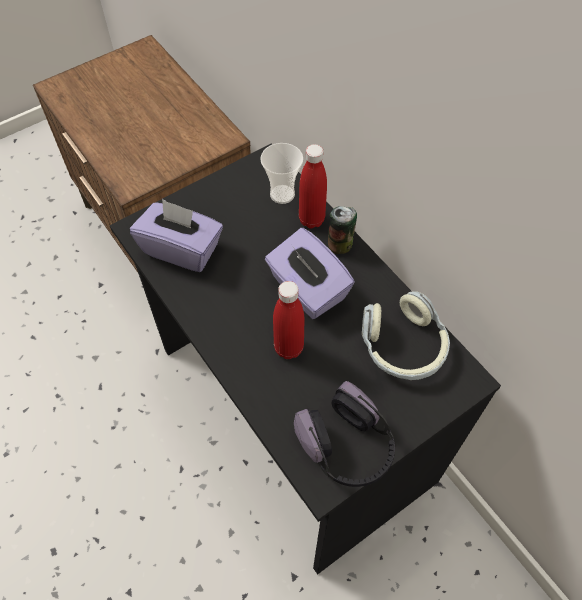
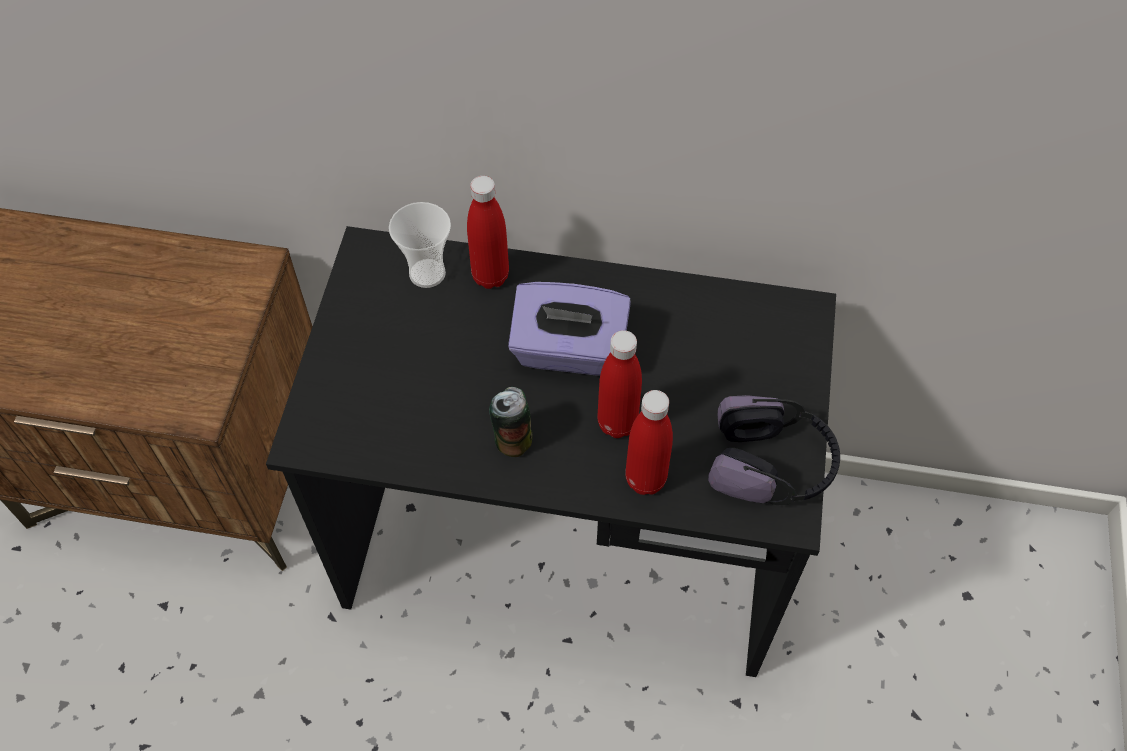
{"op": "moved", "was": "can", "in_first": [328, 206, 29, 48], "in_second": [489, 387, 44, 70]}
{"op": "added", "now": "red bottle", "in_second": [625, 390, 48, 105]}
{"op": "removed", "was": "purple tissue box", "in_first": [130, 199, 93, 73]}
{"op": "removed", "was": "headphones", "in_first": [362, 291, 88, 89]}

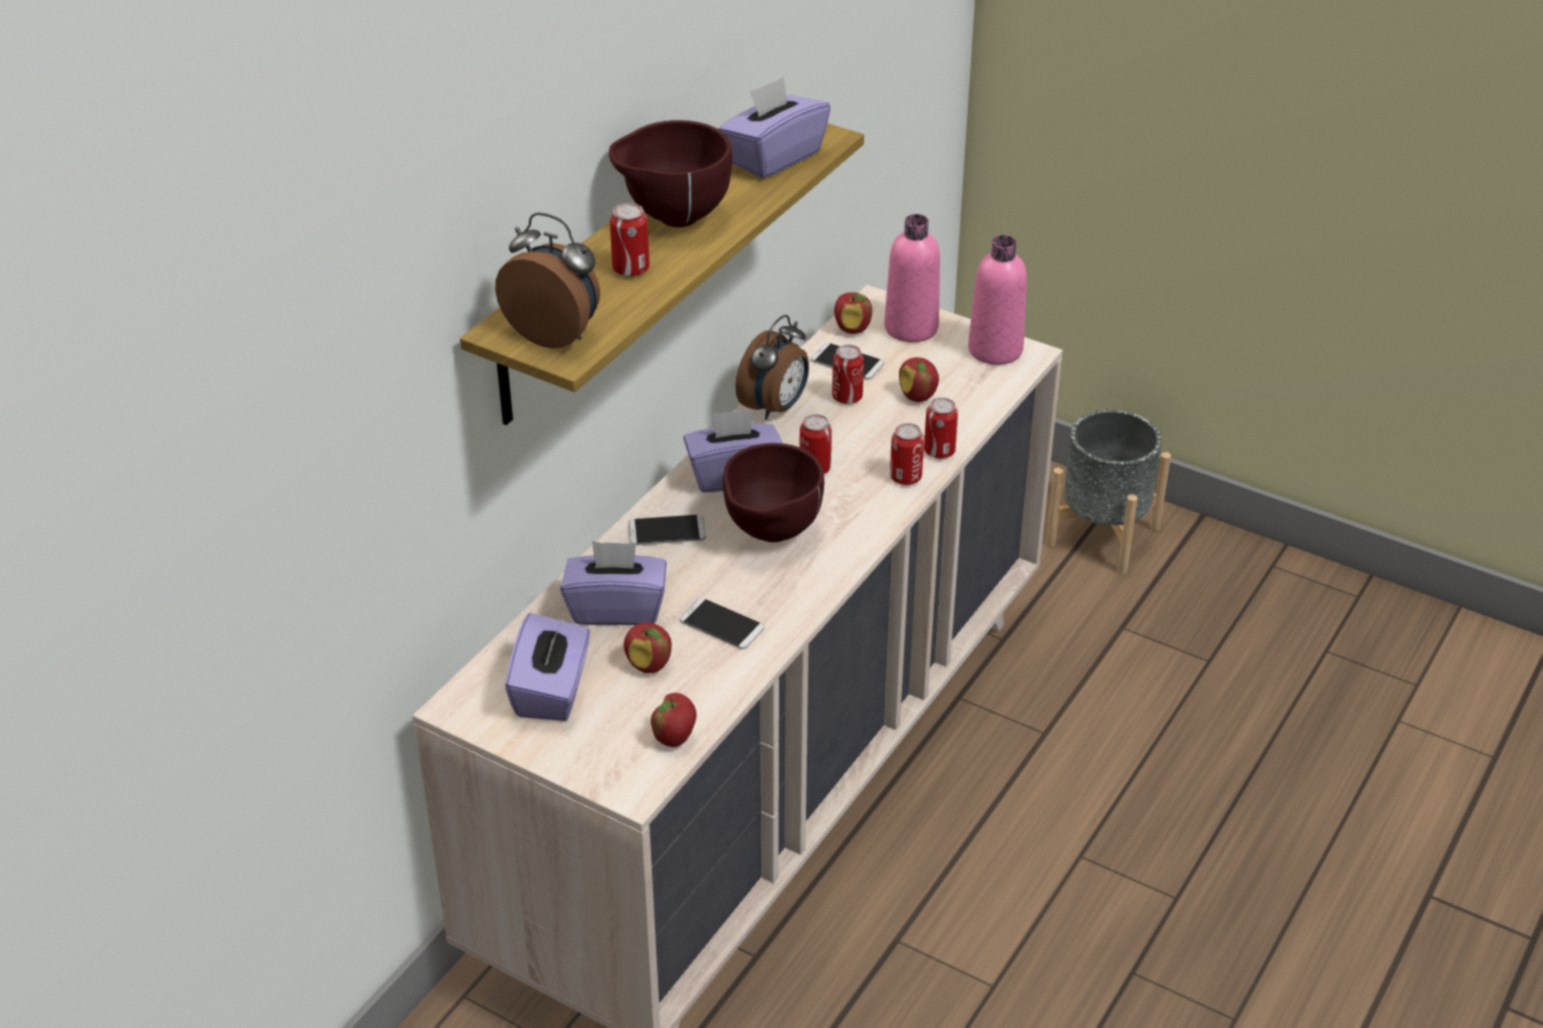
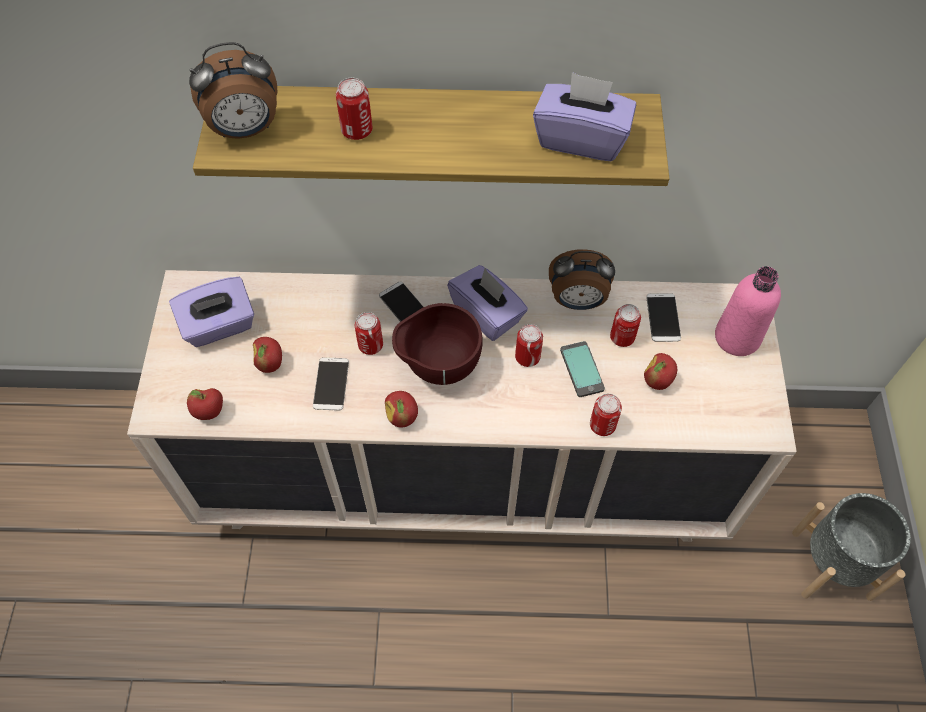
{"op": "turned", "was": "alarm clock", "in_first": [495, 212, 105, 137], "in_second": [189, 42, 88, 97], "clockwise": 75}
{"op": "moved", "was": "can", "in_first": [890, 423, 34, 62], "in_second": [355, 312, 28, 43]}
{"op": "moved", "was": "apple", "in_first": [834, 292, 38, 42], "in_second": [385, 391, 33, 37]}
{"op": "added", "now": "phone", "in_second": [560, 341, 45, 56]}
{"op": "removed", "was": "purple tissue box", "in_first": [561, 541, 105, 84]}
{"op": "removed", "was": "brown bowl", "in_first": [609, 120, 123, 107]}
{"op": "removed", "was": "pink bottle", "in_first": [968, 235, 59, 130]}

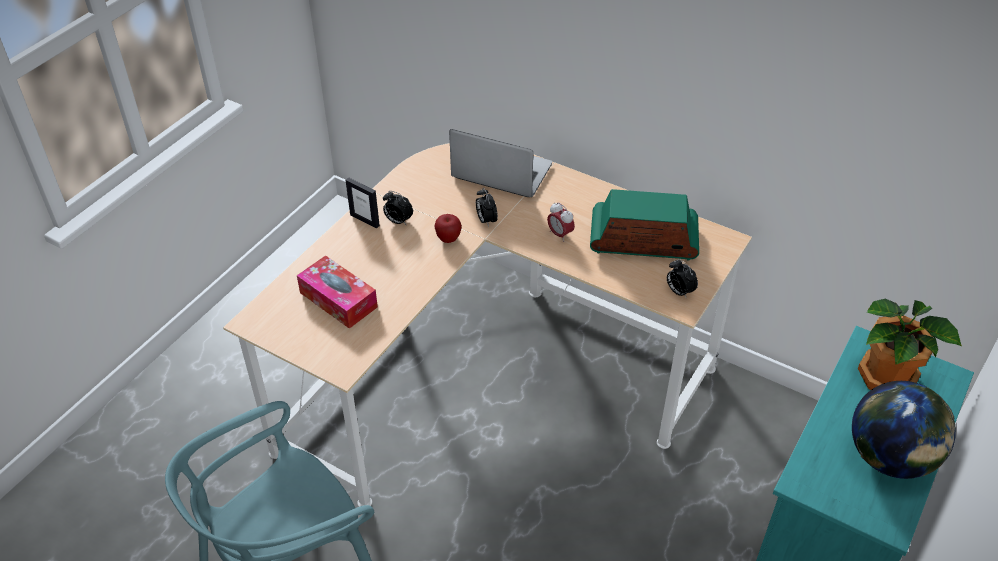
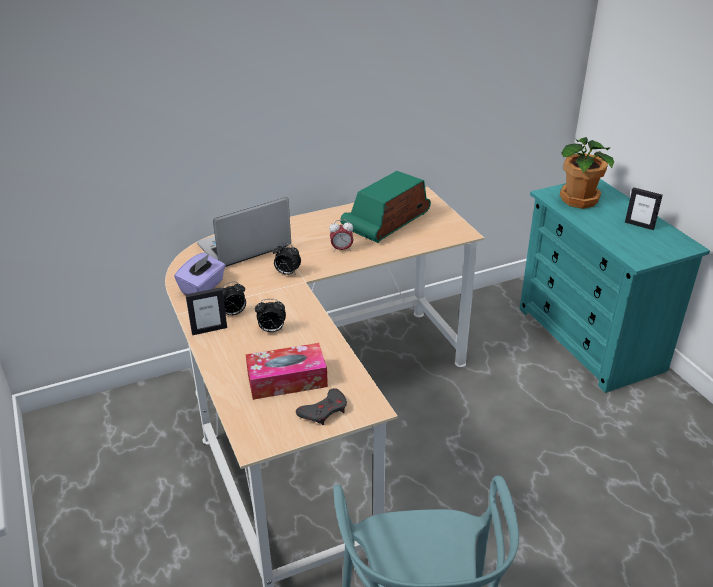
{"op": "added", "now": "purple tissue box", "in_second": [174, 252, 52, 42]}
{"op": "moved", "was": "alarm clock", "in_first": [667, 259, 31, 40], "in_second": [255, 299, 31, 33]}
{"op": "added", "now": "grey game controller", "in_second": [296, 388, 51, 37]}
{"op": "replaced", "was": "globe", "now": "picture frame", "in_first": [852, 381, 104, 98], "in_second": [625, 187, 38, 43]}
{"op": "removed", "was": "apple", "in_first": [434, 214, 28, 29]}

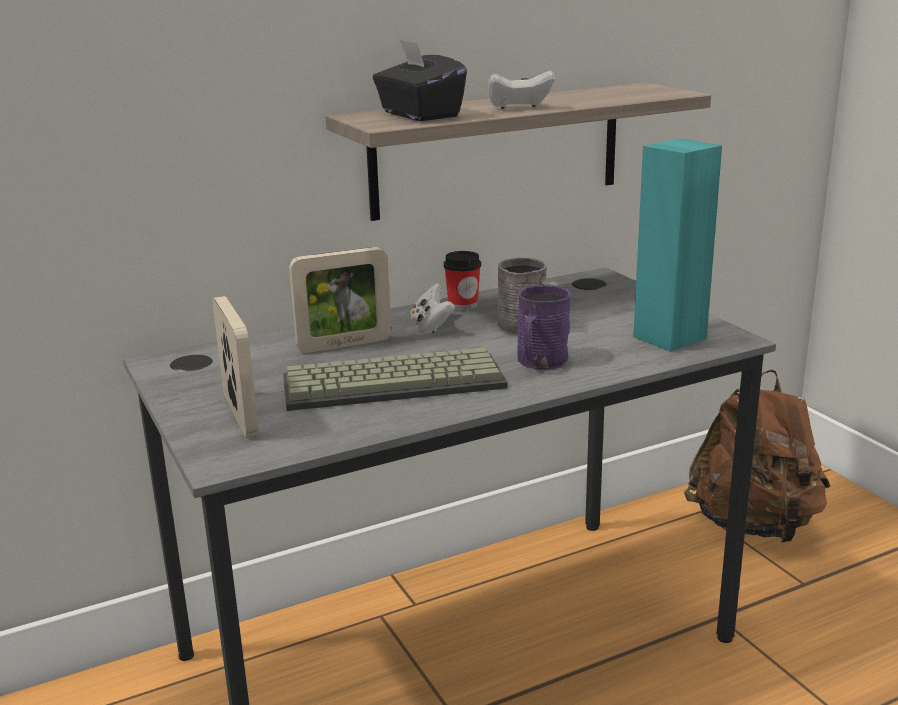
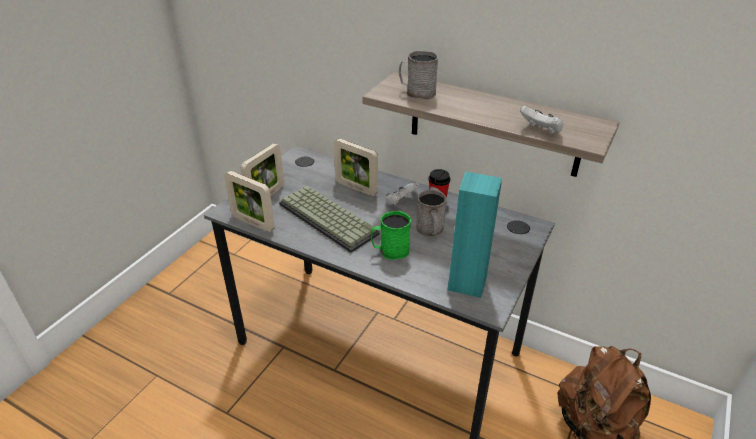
{"op": "added", "now": "picture frame", "in_second": [224, 171, 51, 61]}
{"op": "recoloured", "was": "purple mug", "now": "green mug", "in_first": [518, 285, 53, 84], "in_second": [371, 211, 41, 49]}
{"op": "replaced", "was": "black tissue box", "now": "grey mug", "in_first": [373, 39, 94, 82], "in_second": [399, 50, 39, 50]}
{"op": "moved", "was": "white game controller", "in_first": [488, 71, 67, 38], "in_second": [520, 106, 44, 28]}

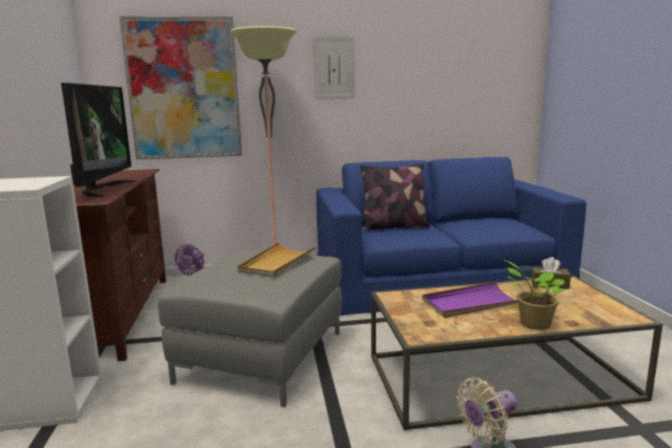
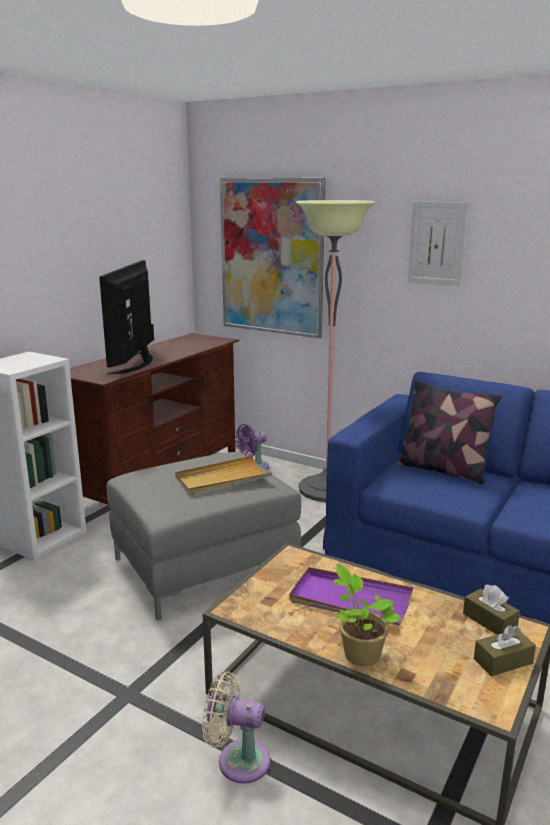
{"op": "turned", "was": "television", "in_first": [61, 83, 74, 114], "in_second": [99, 260, 55, 114], "clockwise": 150}
{"op": "added", "now": "brown tissue box", "in_second": [474, 625, 62, 51]}

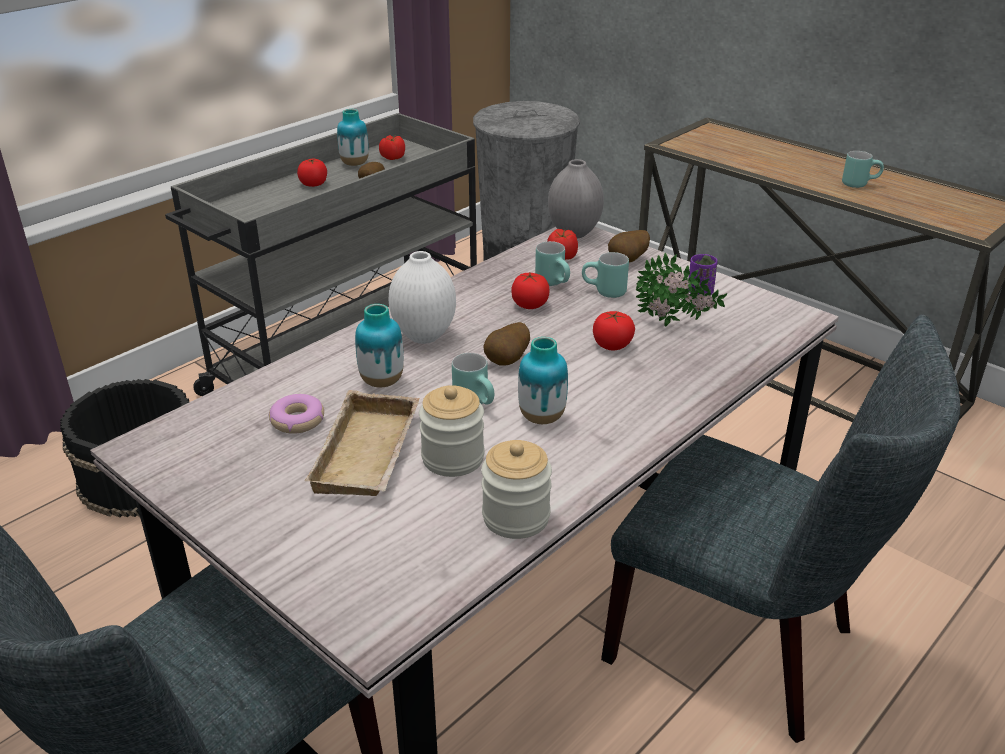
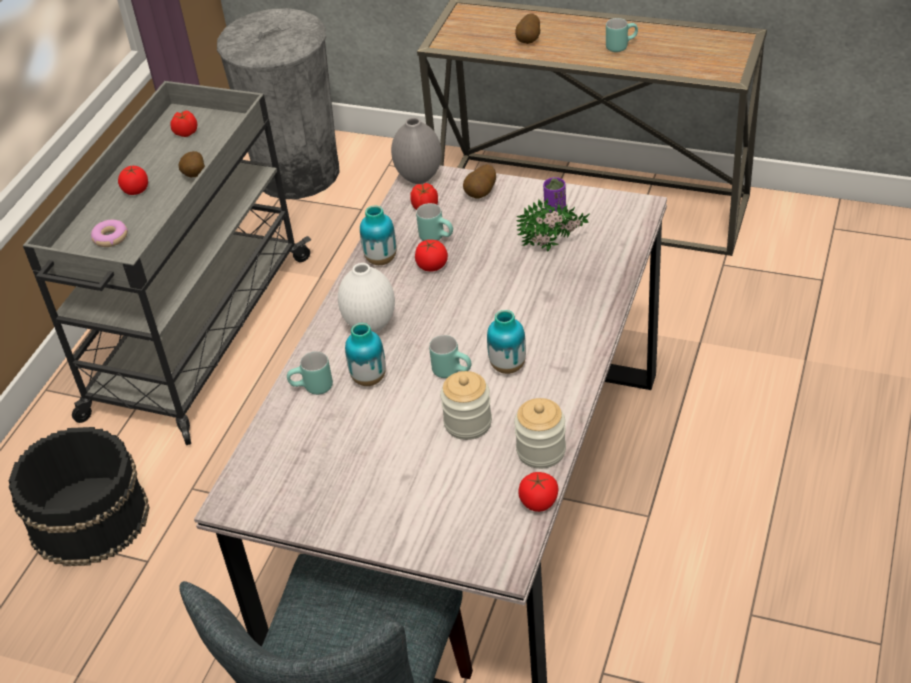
{"op": "moved", "was": "donut", "in_first": [269, 394, 55, 40], "in_second": [91, 220, 37, 27]}
{"op": "moved", "was": "turquoise mug", "in_first": [582, 252, 47, 46], "in_second": [287, 351, 46, 44]}
{"op": "moved", "was": "vase", "in_first": [337, 109, 32, 57], "in_second": [360, 206, 36, 59]}
{"op": "moved", "was": "potato", "in_first": [483, 322, 47, 44], "in_second": [515, 13, 25, 31]}
{"op": "moved", "was": "tomato", "in_first": [593, 311, 42, 39], "in_second": [518, 472, 40, 40]}
{"op": "removed", "was": "beige tray", "in_first": [304, 390, 115, 106]}
{"op": "removed", "was": "grey chair", "in_first": [601, 315, 359, 428]}

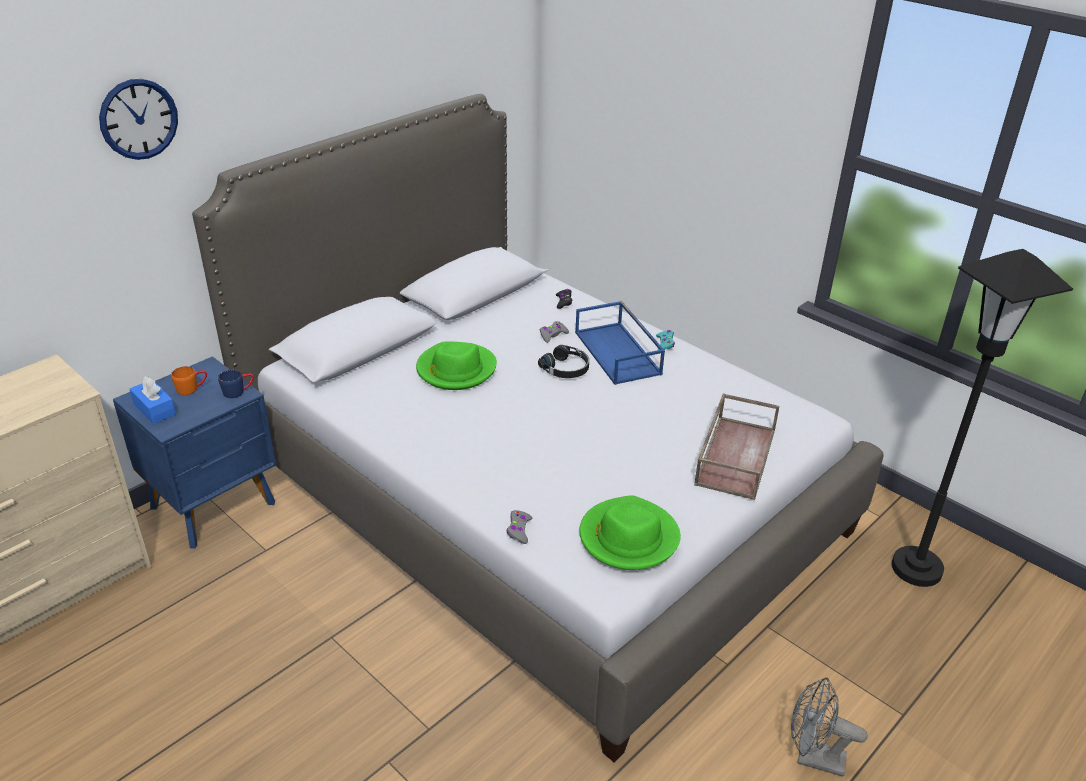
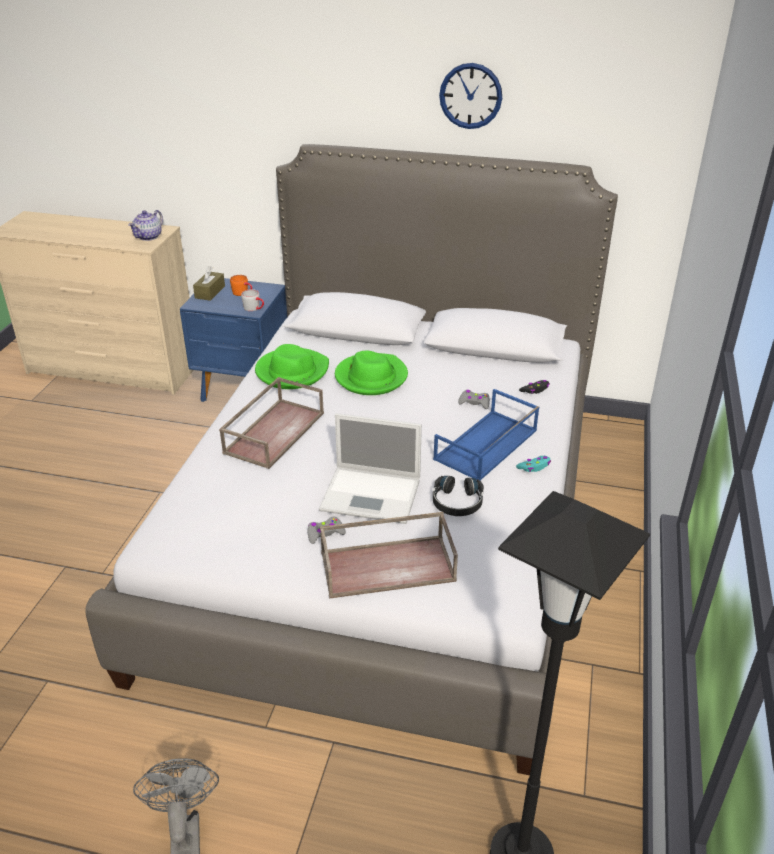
{"op": "added", "now": "teapot", "in_second": [128, 210, 35, 31]}
{"op": "recoloured", "was": "blue tissue box", "now": "brown tissue box", "in_first": [130, 376, 46, 48], "in_second": [193, 266, 32, 35]}
{"op": "added", "now": "brown tray", "in_second": [219, 377, 105, 92]}
{"op": "recoloured", "was": "blue mug", "now": "grey mug", "in_first": [218, 369, 36, 29], "in_second": [241, 289, 23, 22]}
{"op": "moved", "was": "green hat", "in_first": [579, 495, 102, 75], "in_second": [255, 344, 74, 45]}
{"op": "moved", "was": "grey game controller", "in_first": [507, 510, 25, 34], "in_second": [308, 517, 38, 27]}
{"op": "added", "now": "laptop", "in_second": [319, 413, 103, 111]}
{"op": "moved", "was": "black headphones", "in_first": [538, 345, 51, 33], "in_second": [433, 476, 51, 40]}
{"op": "moved", "was": "wall clock", "in_first": [99, 79, 79, 81], "in_second": [439, 63, 63, 66]}

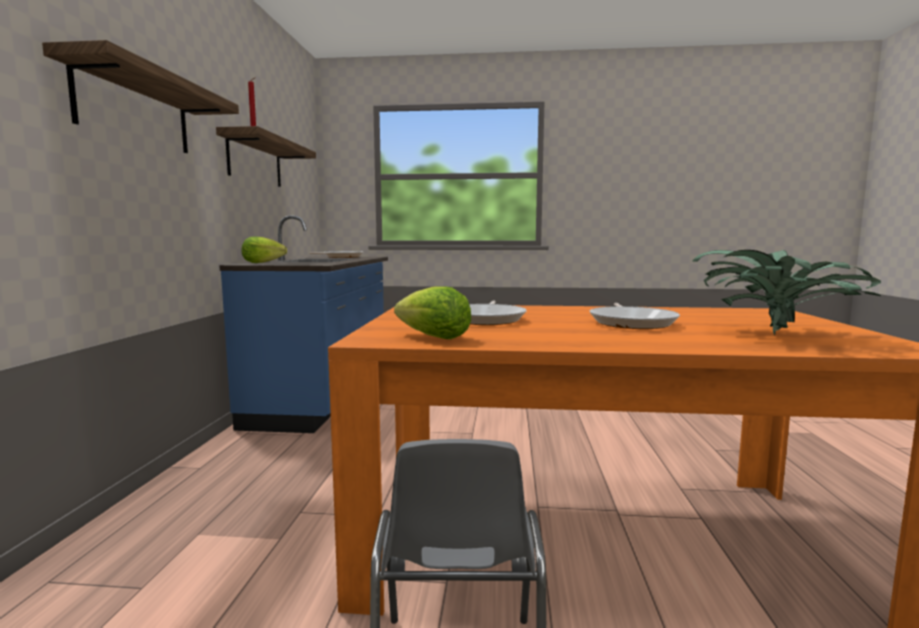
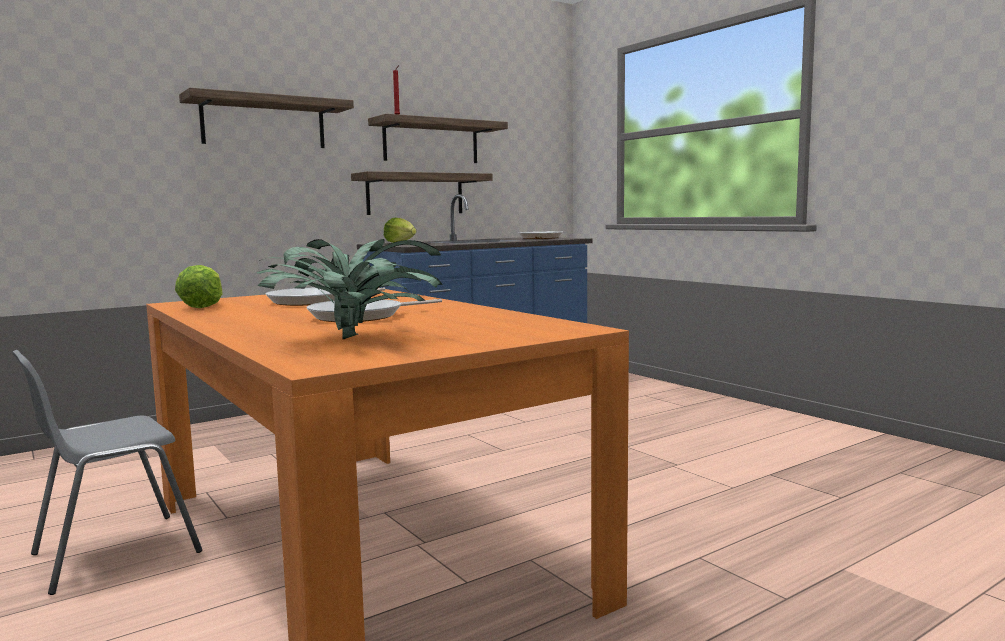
{"op": "added", "now": "shelf", "in_second": [351, 171, 142, 44]}

